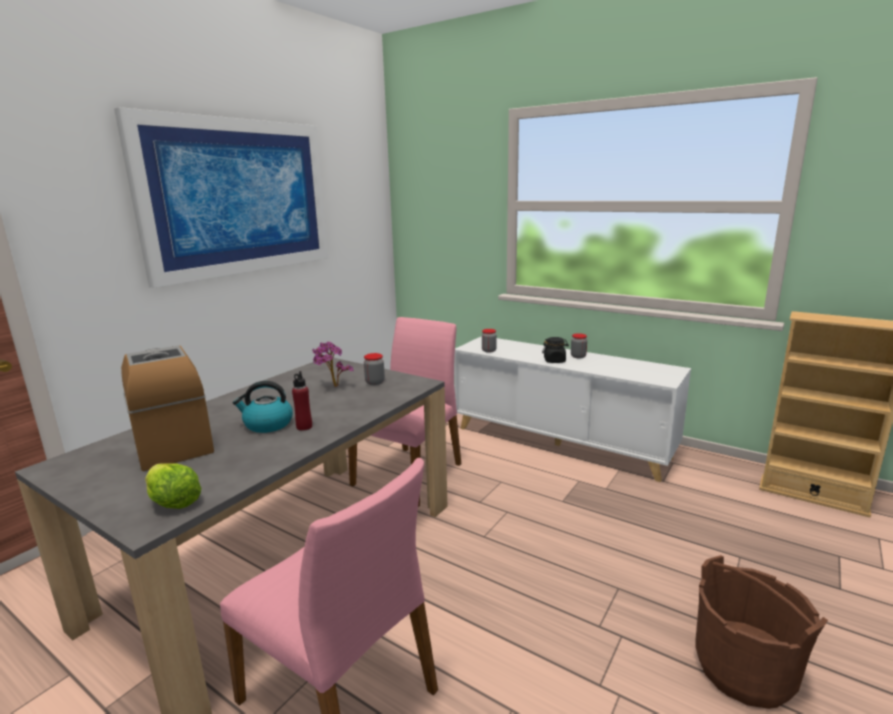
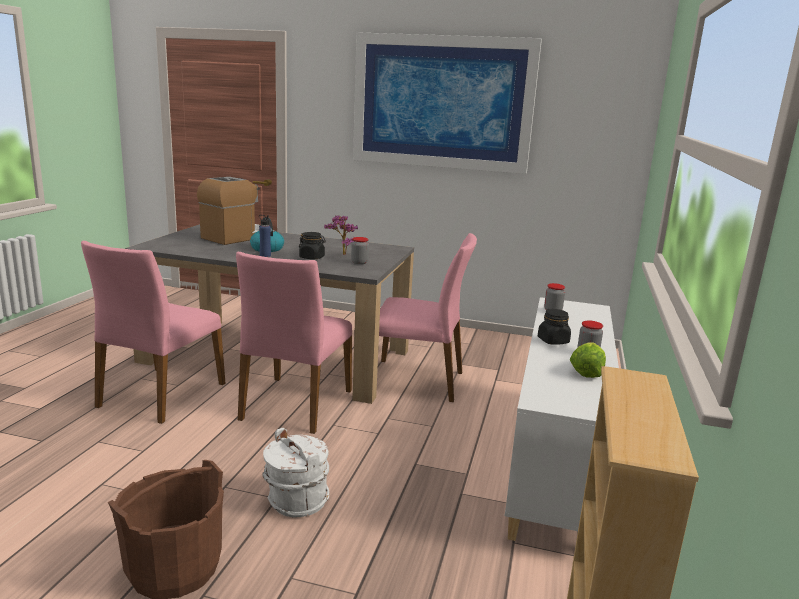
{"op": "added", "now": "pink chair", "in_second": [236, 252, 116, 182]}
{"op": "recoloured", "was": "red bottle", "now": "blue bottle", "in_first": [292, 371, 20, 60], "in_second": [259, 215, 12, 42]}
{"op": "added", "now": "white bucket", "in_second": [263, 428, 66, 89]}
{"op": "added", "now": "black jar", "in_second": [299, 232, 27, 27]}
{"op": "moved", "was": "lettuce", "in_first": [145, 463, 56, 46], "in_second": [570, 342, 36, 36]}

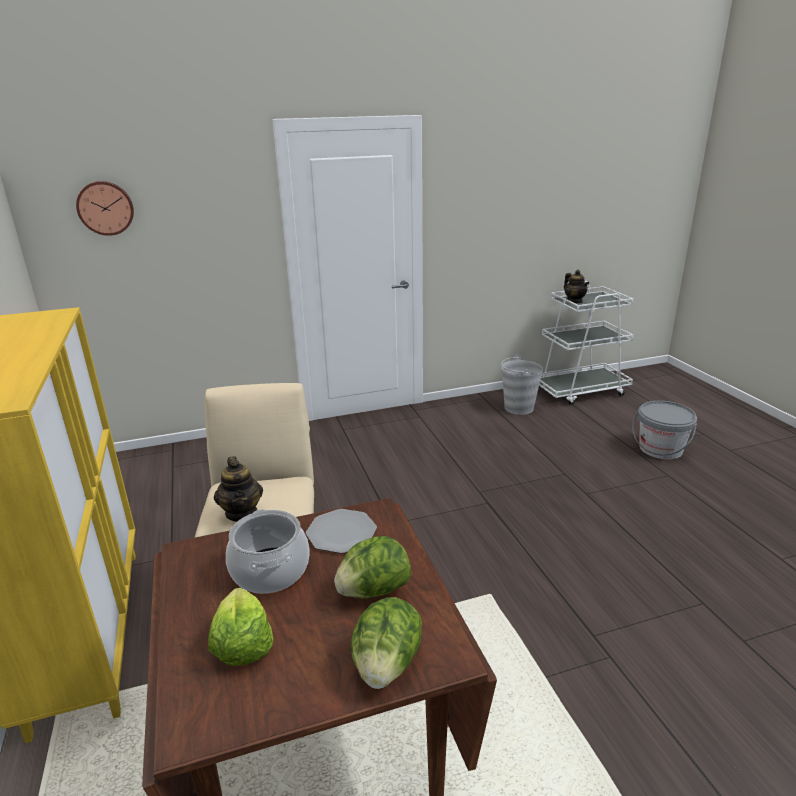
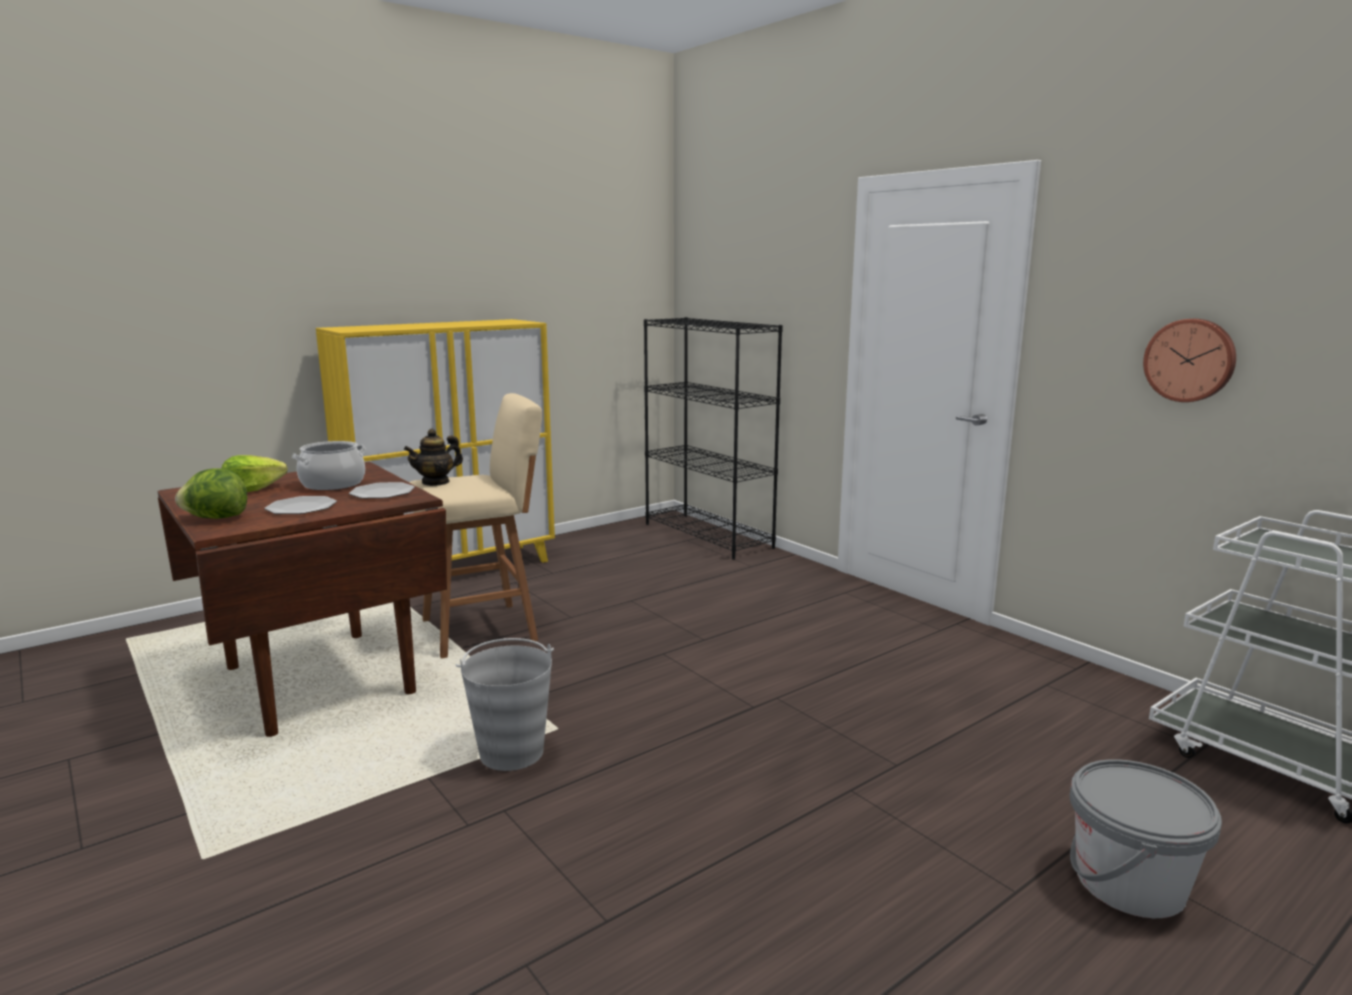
{"op": "replaced", "was": "lettuce", "now": "plate", "in_first": [334, 536, 77, 62], "in_second": [264, 496, 73, 18]}
{"op": "moved", "was": "grey bucket", "in_first": [501, 354, 42, 61], "in_second": [456, 638, 98, 133]}
{"op": "added", "now": "black bookcase", "in_second": [644, 317, 139, 243]}
{"op": "moved", "was": "wall clock", "in_first": [76, 181, 58, 55], "in_second": [1143, 319, 93, 83]}
{"op": "removed", "was": "teapot", "in_first": [564, 270, 25, 33]}

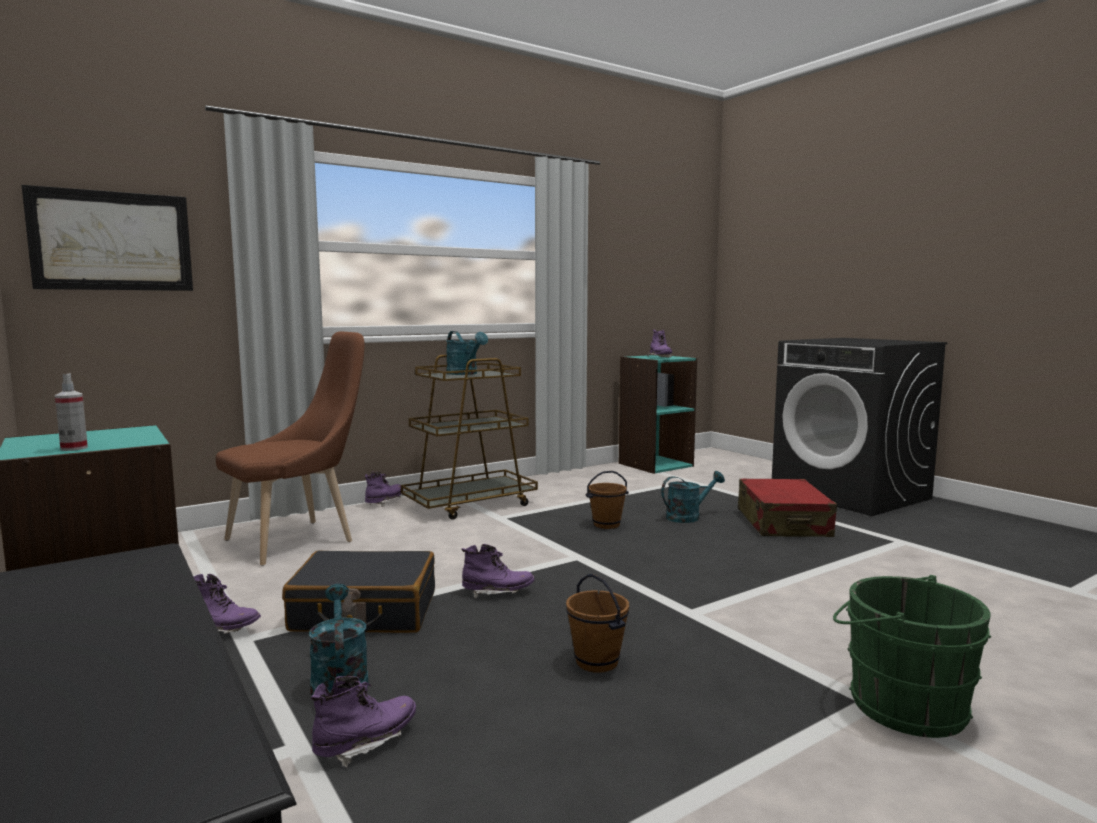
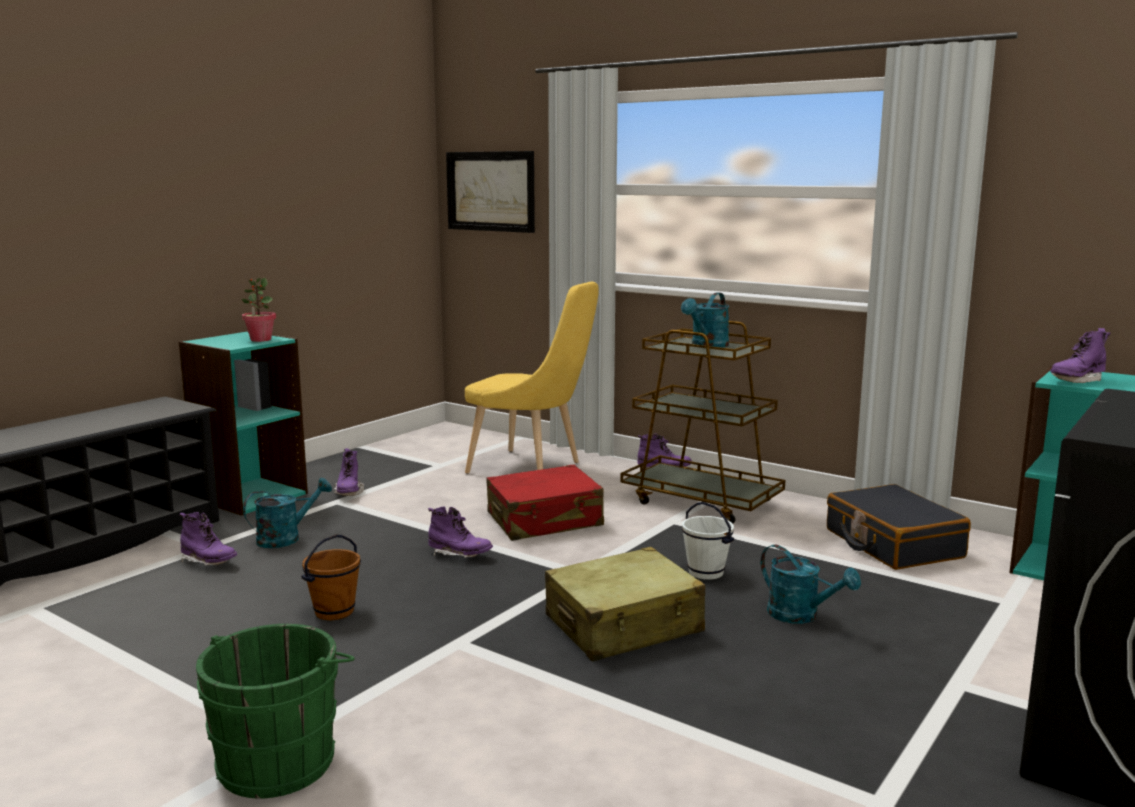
{"op": "added", "now": "potted plant", "in_second": [241, 278, 35, 64]}
{"op": "turned", "was": "purple boot", "in_first": [462, 544, 72, 54], "in_second": [428, 507, 65, 51], "clockwise": -45}
{"op": "recoloured", "was": "brown chair", "now": "yellow chair", "in_first": [216, 331, 148, 235], "in_second": [465, 282, 134, 192]}
{"op": "moved", "was": "red suitcase", "in_first": [738, 478, 99, 59], "in_second": [486, 465, 118, 76]}
{"op": "added", "now": "beige suitcase", "in_second": [545, 547, 160, 114]}
{"op": "recoloured", "was": "brown bucket", "now": "white bucket", "in_first": [585, 471, 44, 58], "in_second": [682, 502, 52, 78]}
{"op": "moved", "was": "black suitcase", "in_first": [282, 550, 153, 83], "in_second": [827, 484, 144, 86]}
{"op": "removed", "was": "spray bottle", "in_first": [55, 373, 33, 78]}

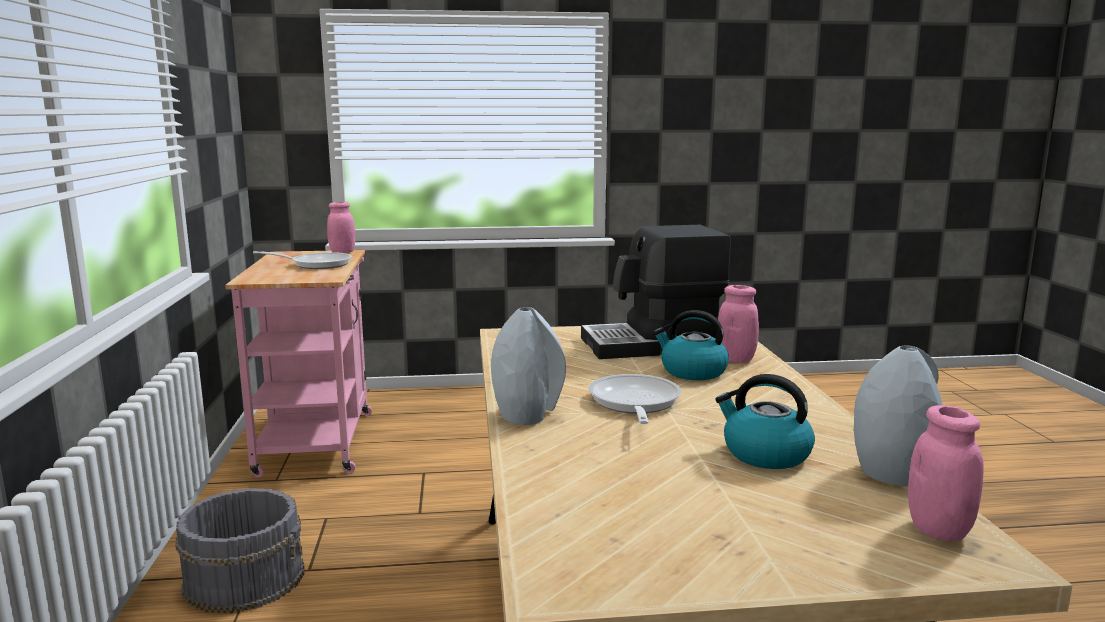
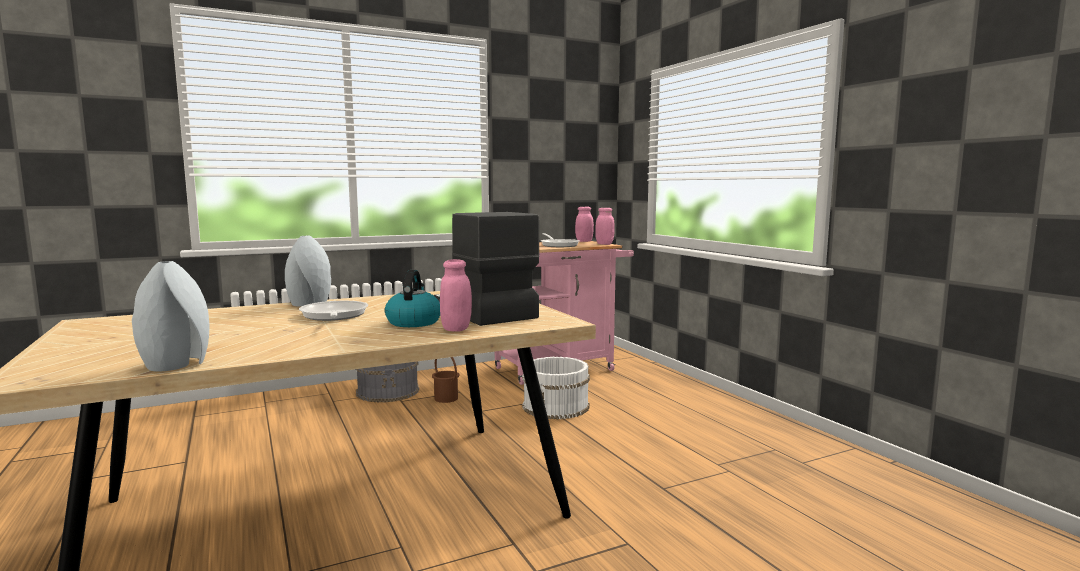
{"op": "turned", "was": "frying pan", "in_first": [588, 374, 93, 50], "in_second": [299, 301, 69, 20], "clockwise": -90}
{"op": "added", "now": "brown bucket", "in_second": [432, 357, 27, 46]}
{"op": "added", "now": "white bucket", "in_second": [522, 357, 68, 62]}
{"op": "moved", "was": "pink jar", "in_first": [908, 405, 76, 136], "in_second": [575, 207, 19, 35]}
{"op": "removed", "was": "kettle", "in_first": [715, 374, 100, 95]}

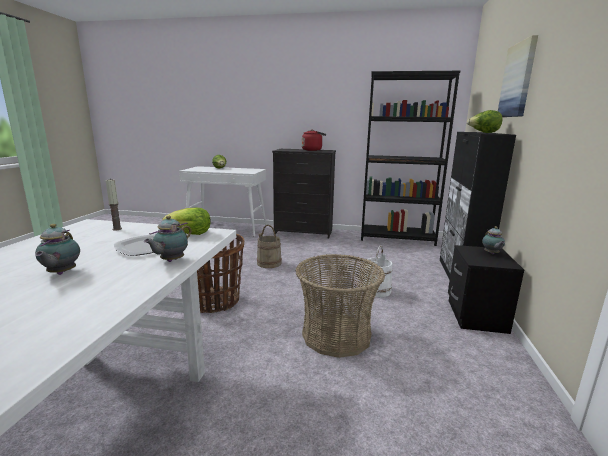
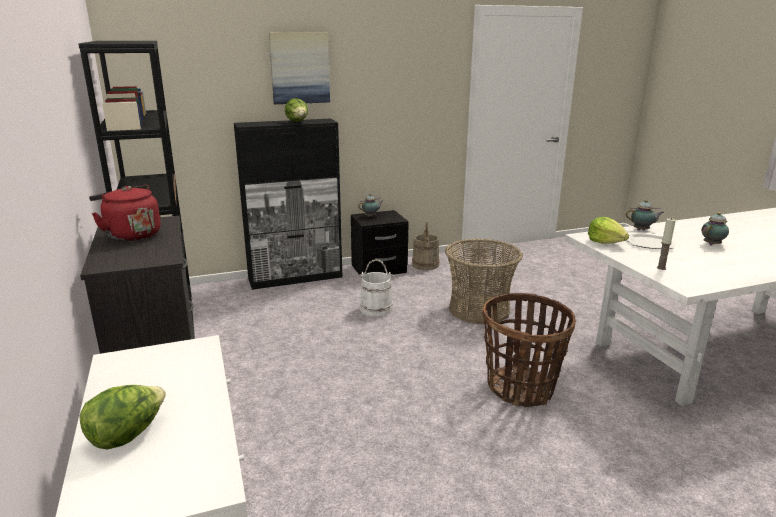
{"op": "moved", "was": "beige bucket", "in_first": [257, 225, 25, 43], "in_second": [412, 222, 28, 48]}

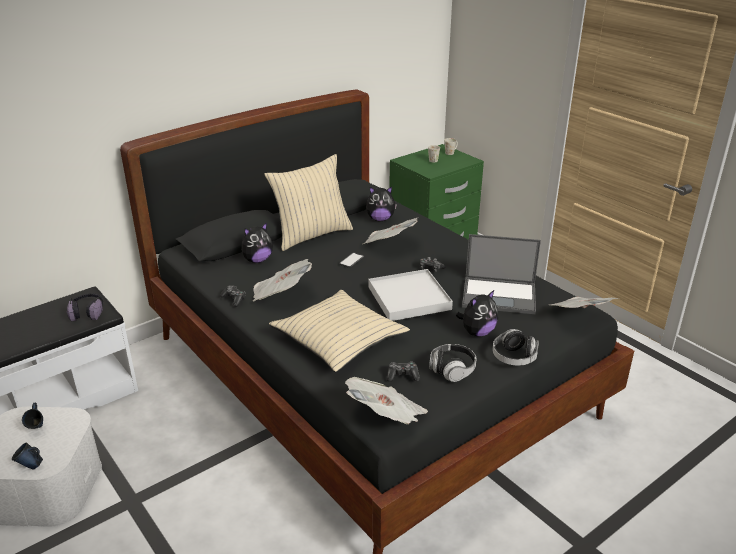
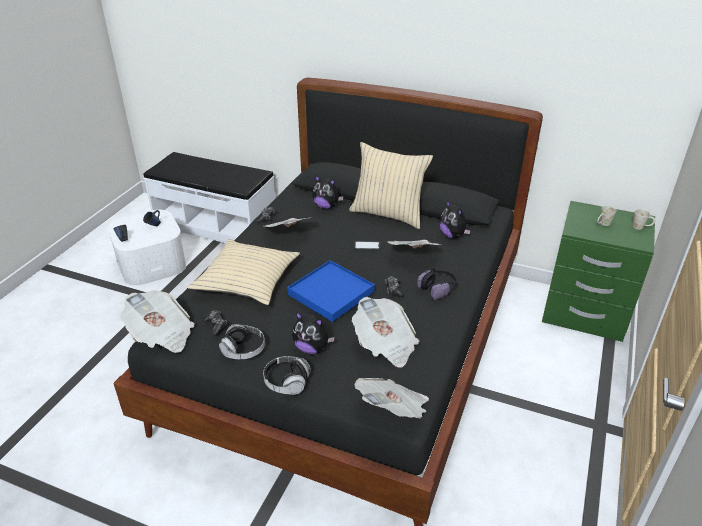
{"op": "recoloured", "was": "white tray", "now": "blue tray", "in_first": [368, 269, 85, 52], "in_second": [287, 260, 88, 62]}
{"op": "replaced", "was": "laptop", "now": "newspaper", "in_first": [462, 234, 79, 80], "in_second": [352, 297, 67, 71]}
{"op": "moved", "was": "headphones", "in_first": [67, 293, 36, 28], "in_second": [417, 268, 41, 32]}

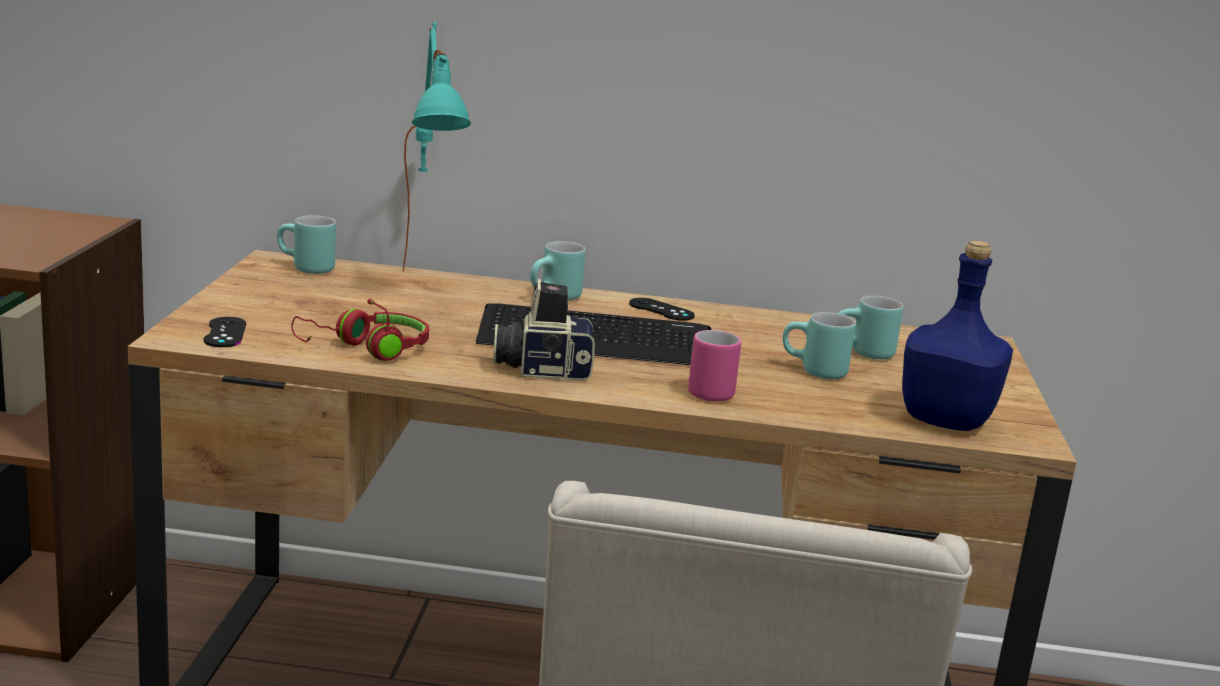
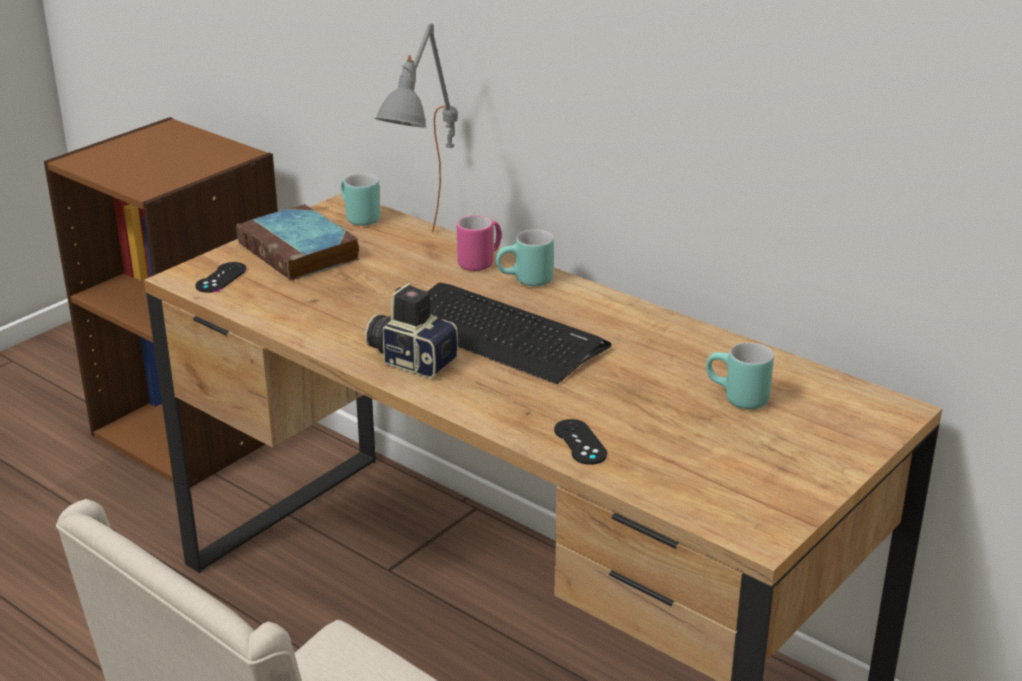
{"op": "added", "now": "book", "in_second": [236, 204, 123, 77]}
{"op": "recoloured", "was": "turquoise table lamp", "now": "grey table lamp", "in_first": [403, 21, 68, 250], "in_second": [375, 23, 83, 209]}
{"op": "moved", "was": "pink mug", "in_first": [688, 330, 53, 71], "in_second": [457, 215, 44, 56]}
{"op": "moved", "was": "black game controller", "in_first": [629, 298, 66, 23], "in_second": [554, 419, 53, 46]}
{"op": "removed", "was": "red headphones", "in_first": [291, 299, 138, 62]}
{"op": "removed", "was": "turquoise mug", "in_first": [783, 312, 73, 67]}
{"op": "removed", "was": "blue bottle", "in_first": [902, 240, 111, 191]}

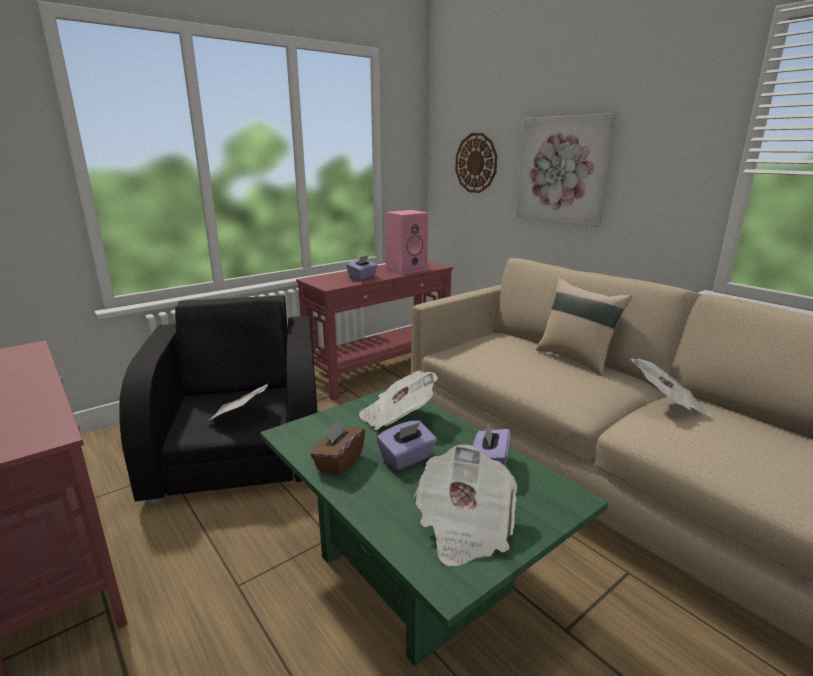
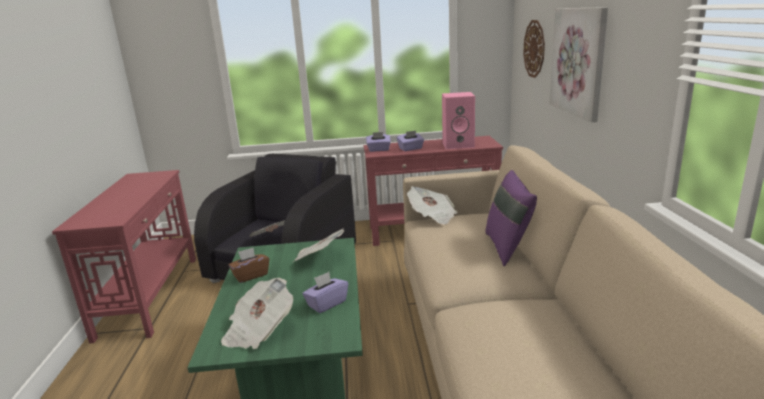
{"op": "moved", "was": "purple tissue box", "in_first": [377, 421, 60, 49], "in_second": [366, 132, 25, 20]}
{"op": "moved", "was": "newspaper", "in_first": [630, 358, 83, 58], "in_second": [407, 186, 50, 39]}
{"op": "recoloured", "was": "beige pillow", "now": "purple pillow", "in_first": [536, 278, 96, 98], "in_second": [486, 170, 51, 96]}

